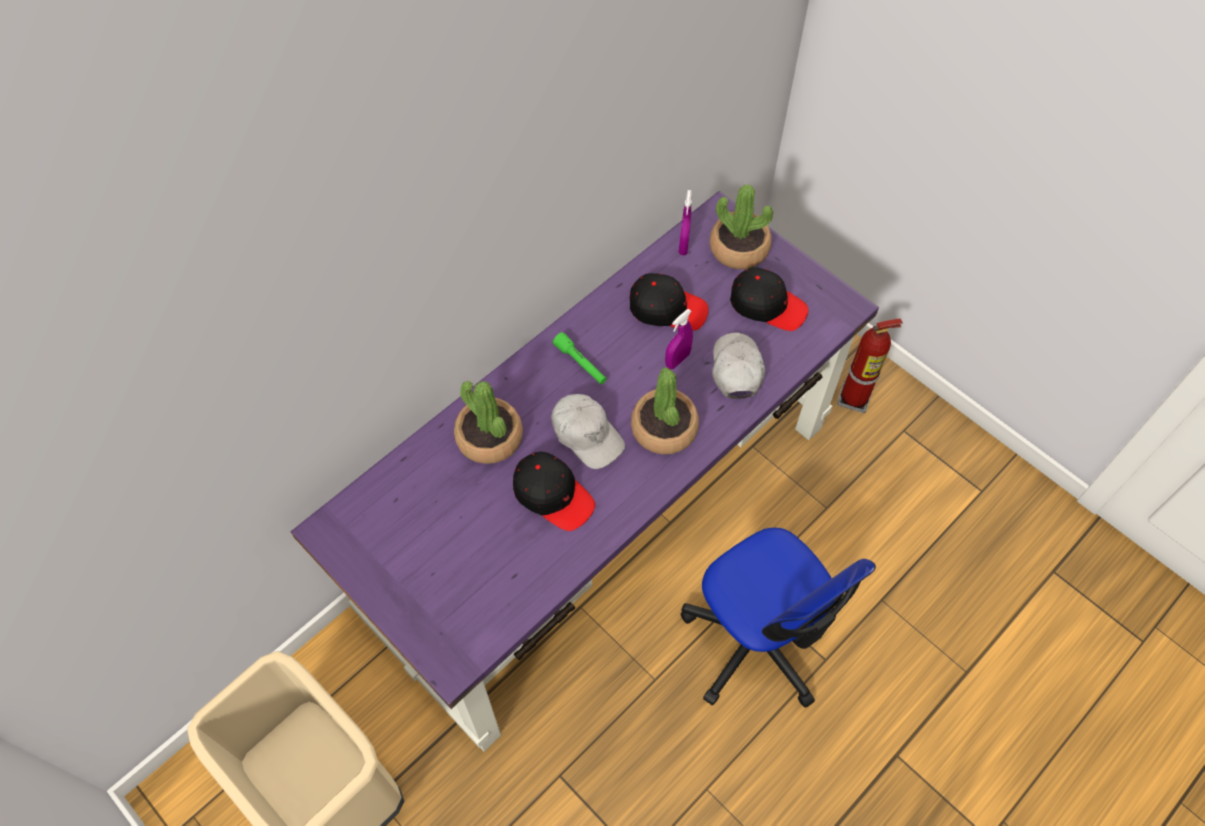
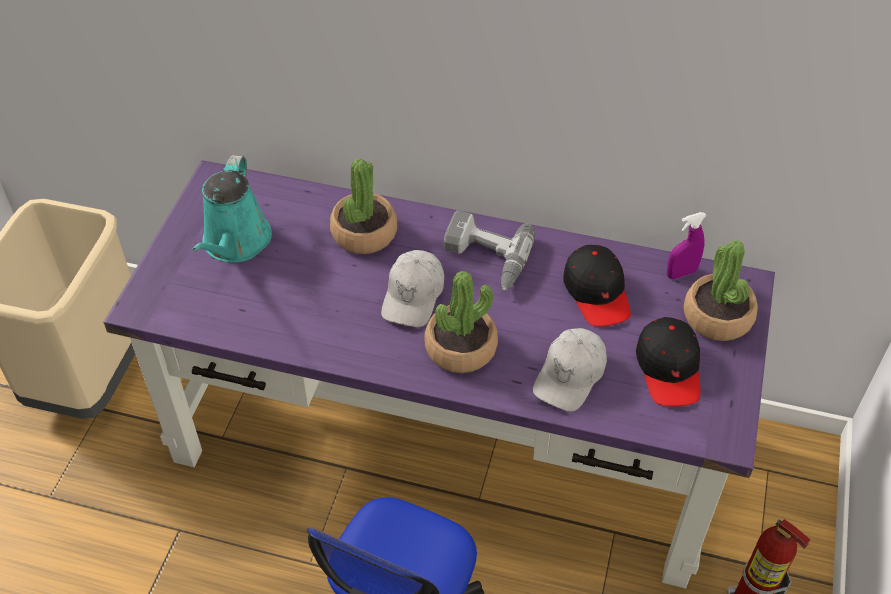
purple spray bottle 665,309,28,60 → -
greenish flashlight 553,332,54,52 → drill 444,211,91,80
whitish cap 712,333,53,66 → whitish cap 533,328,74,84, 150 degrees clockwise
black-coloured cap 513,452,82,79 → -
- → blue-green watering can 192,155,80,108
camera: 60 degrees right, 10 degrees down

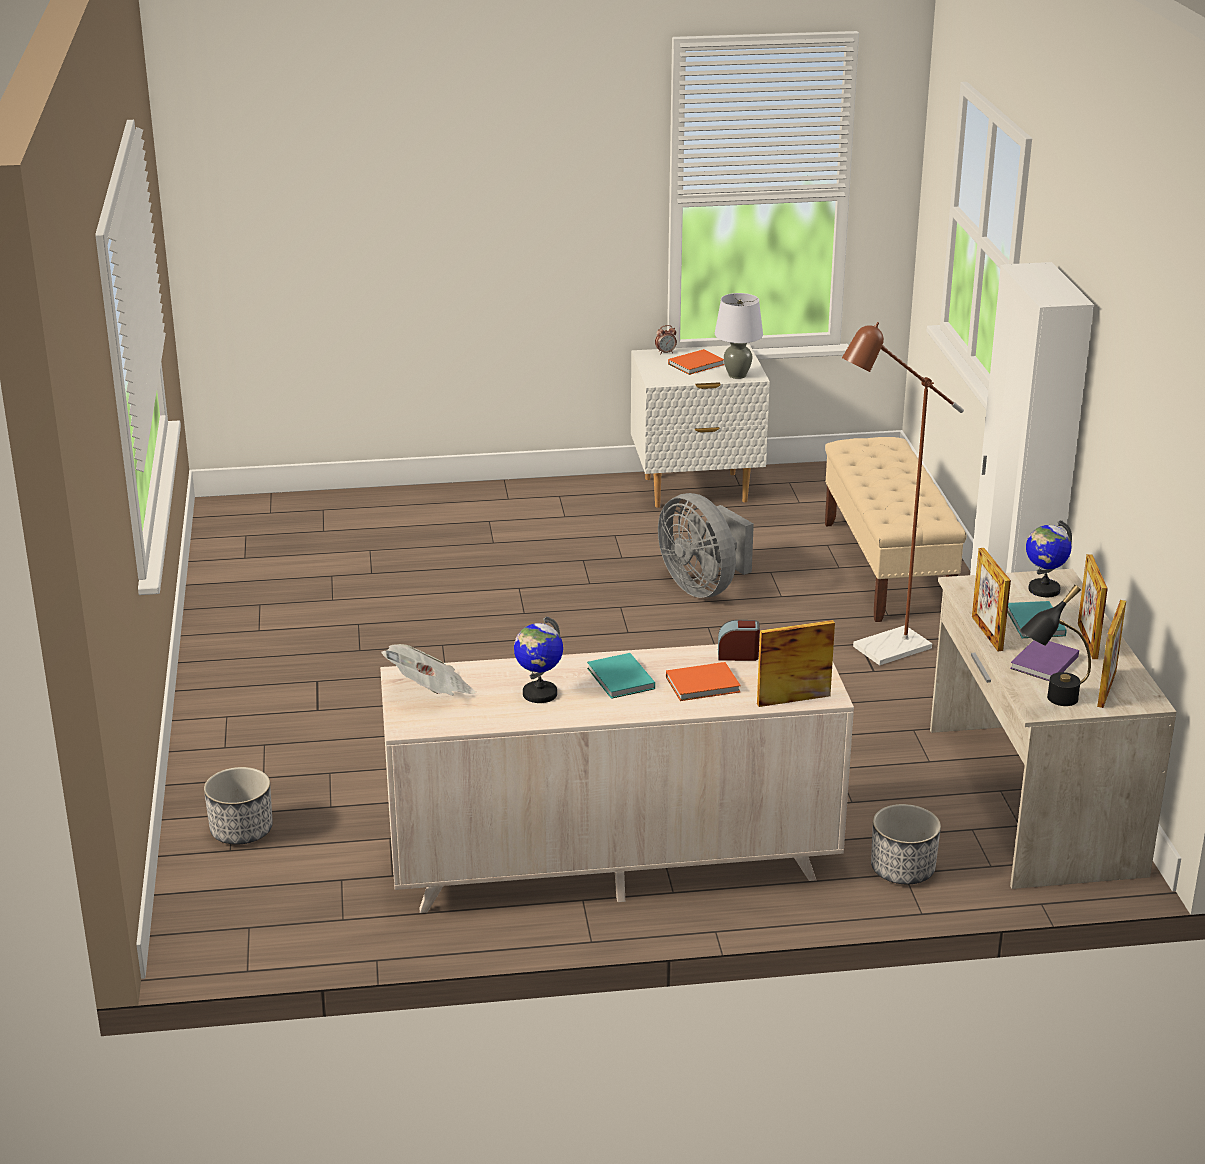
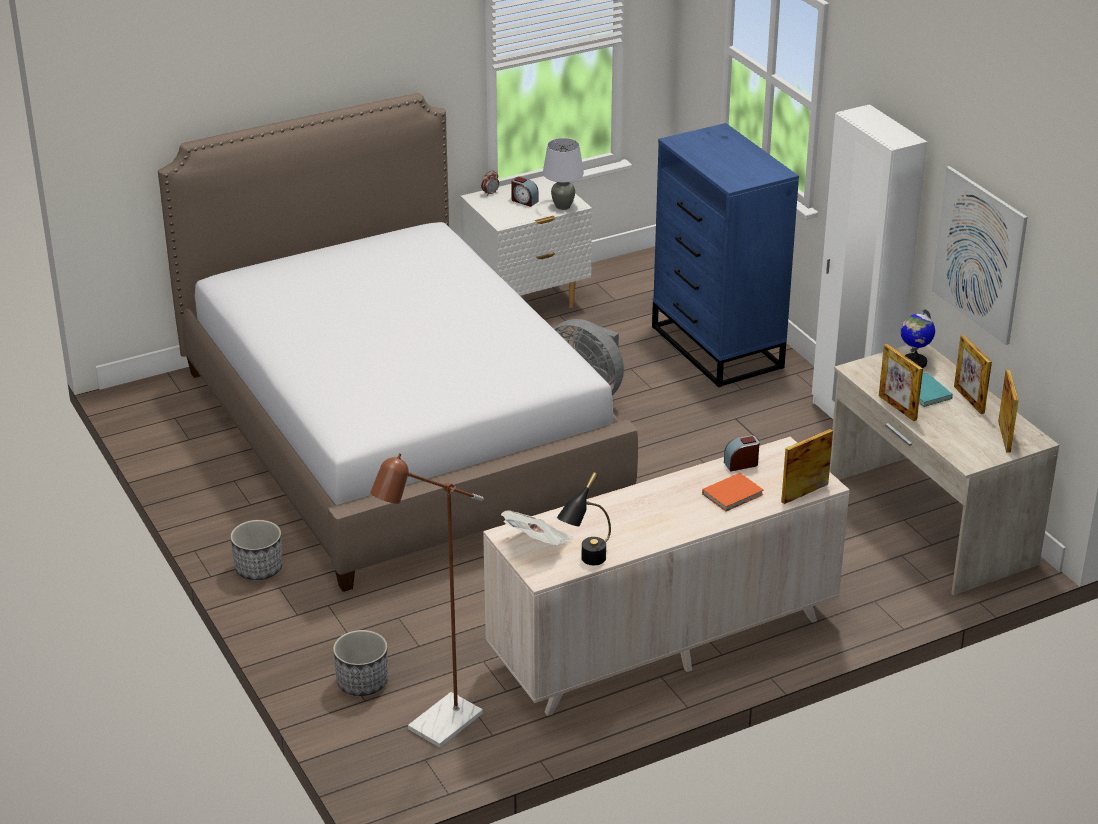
brown-coloured floor lamp 842,322,122,343 → brown-coloured floor lamp 370,453,114,295, shifted
orangey bound book 668,349,56,26 → alarm clock 511,177,28,30
beige long seat 825,437,142,185 → blue drawer chest 652,123,147,264
black-coloured lamp for a table 1019,585,72,121 → black-coloured lamp for a table 557,472,54,93, shifted
globe 514,617,49,86 → -
purple bound book 1010,640,69,41 → -
blue-green bound book 587,653,68,46 → -
planter 871,804,70,80 → planter 230,520,53,60, shifted
- → bed 158,93,480,499
- → picture 932,166,96,179
camera: 20 degrees left, 5 degrees up

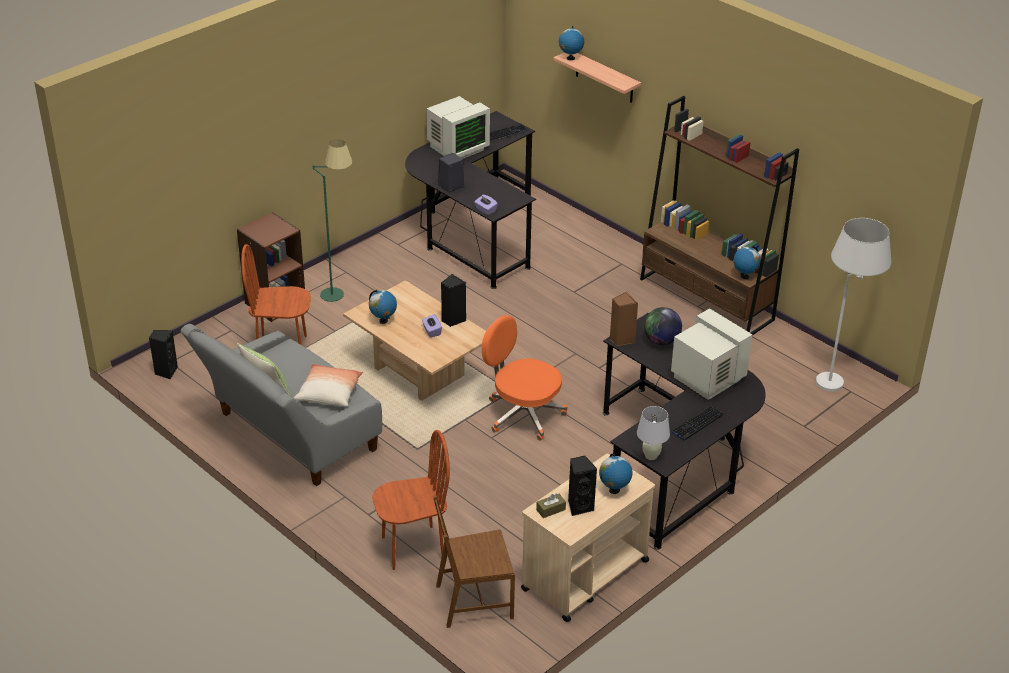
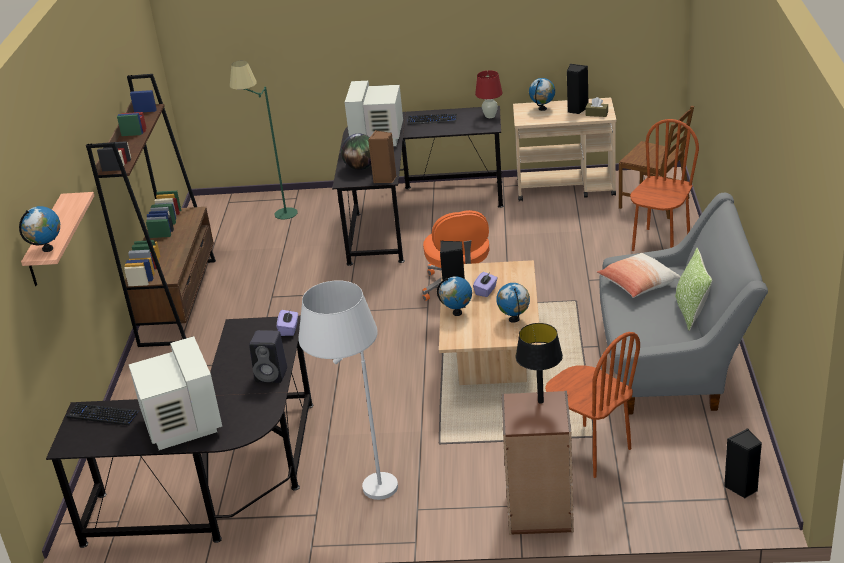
computer display 426,96,64,63 → computer display 129,336,93,114, 60 degrees clockwise
greenish floor lamp 313,139,39,163 → greenish floor lamp 230,61,68,158, shifted
whitish floor lamp 816,218,75,174 → whitish floor lamp 299,280,99,220, shifted
globe 733,246,28,33 → globe 437,276,35,40, shifted
whitish lamp for a table 637,406,33,54 → reddish lamp for a table 475,70,27,48
brown-coloured plain chair 372,430,78,140 → brown-coloured plain chair 630,119,69,132, 90 degrees clockwise
- → black-coloured lamp for a table 515,323,48,81
camera: 130 degrees left, 5 degrees down

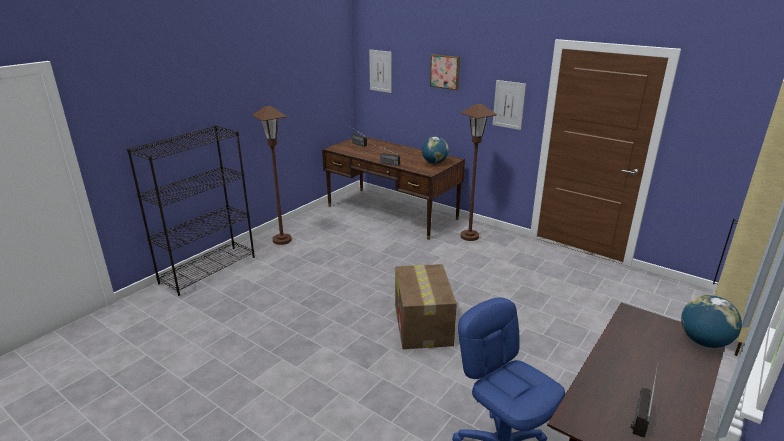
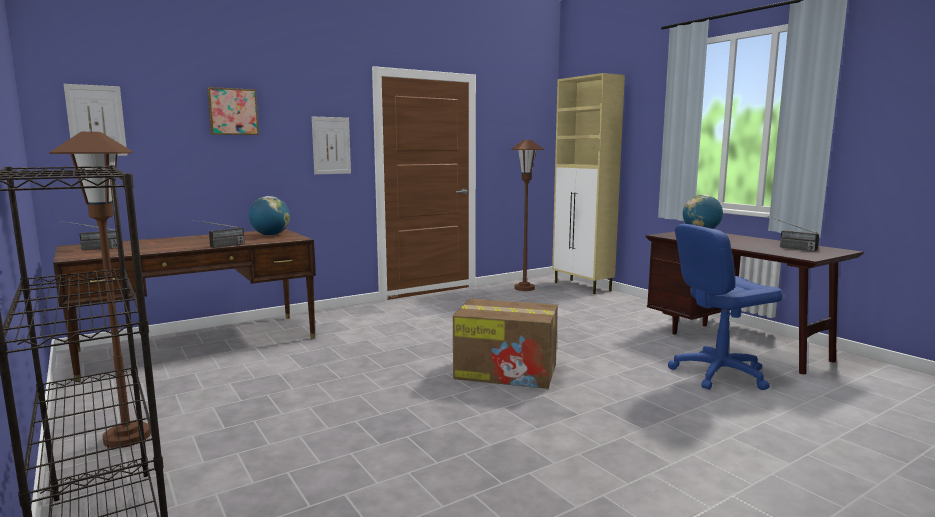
brown-coloured floor lamp 461,104,36,137 → brown-coloured floor lamp 511,140,33,151, shifted
camera: 70 degrees left, 15 degrees down

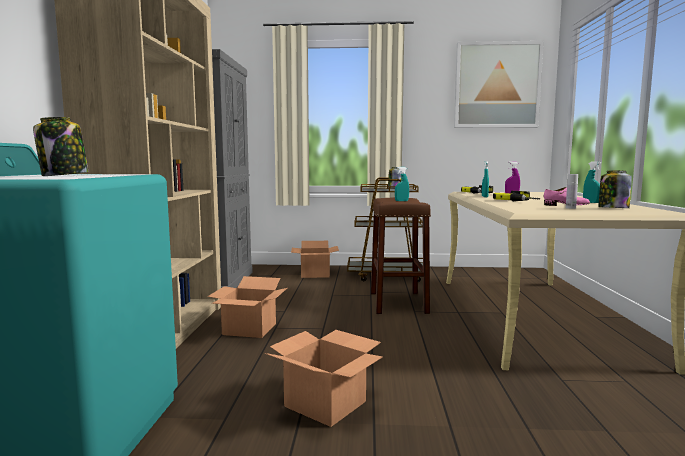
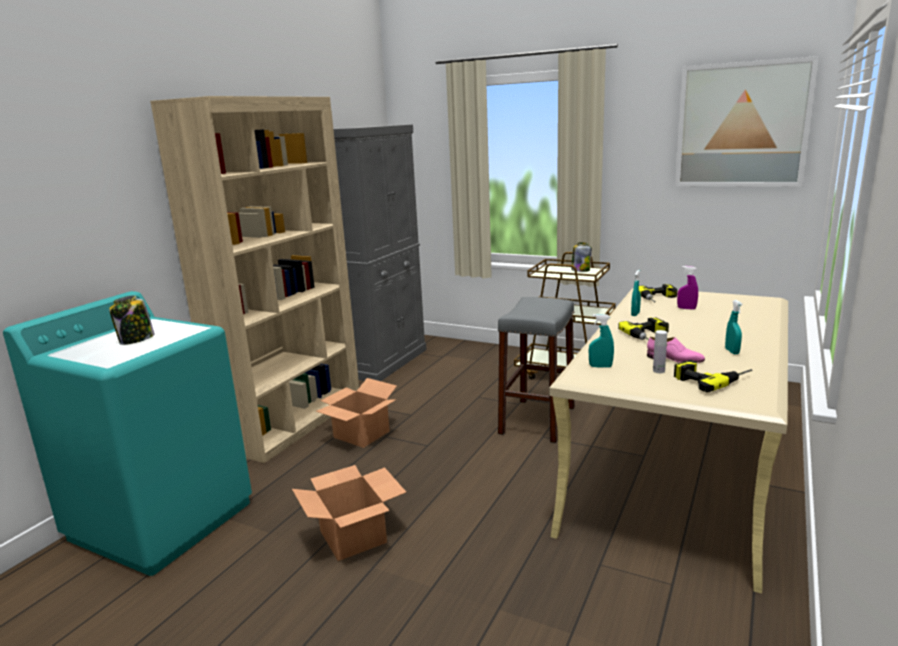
blue-green spray bottle 395,167,14,34 → blue-green spray bottle 589,314,25,54, shifted
preserve jar 598,170,34,38 → drill 674,360,78,33
brown-coloured sitting stool 371,198,60,116 → gray sitting stool 498,297,77,146
carton 291,241,48,37 → -
camera: 25 degrees right, 10 degrees up

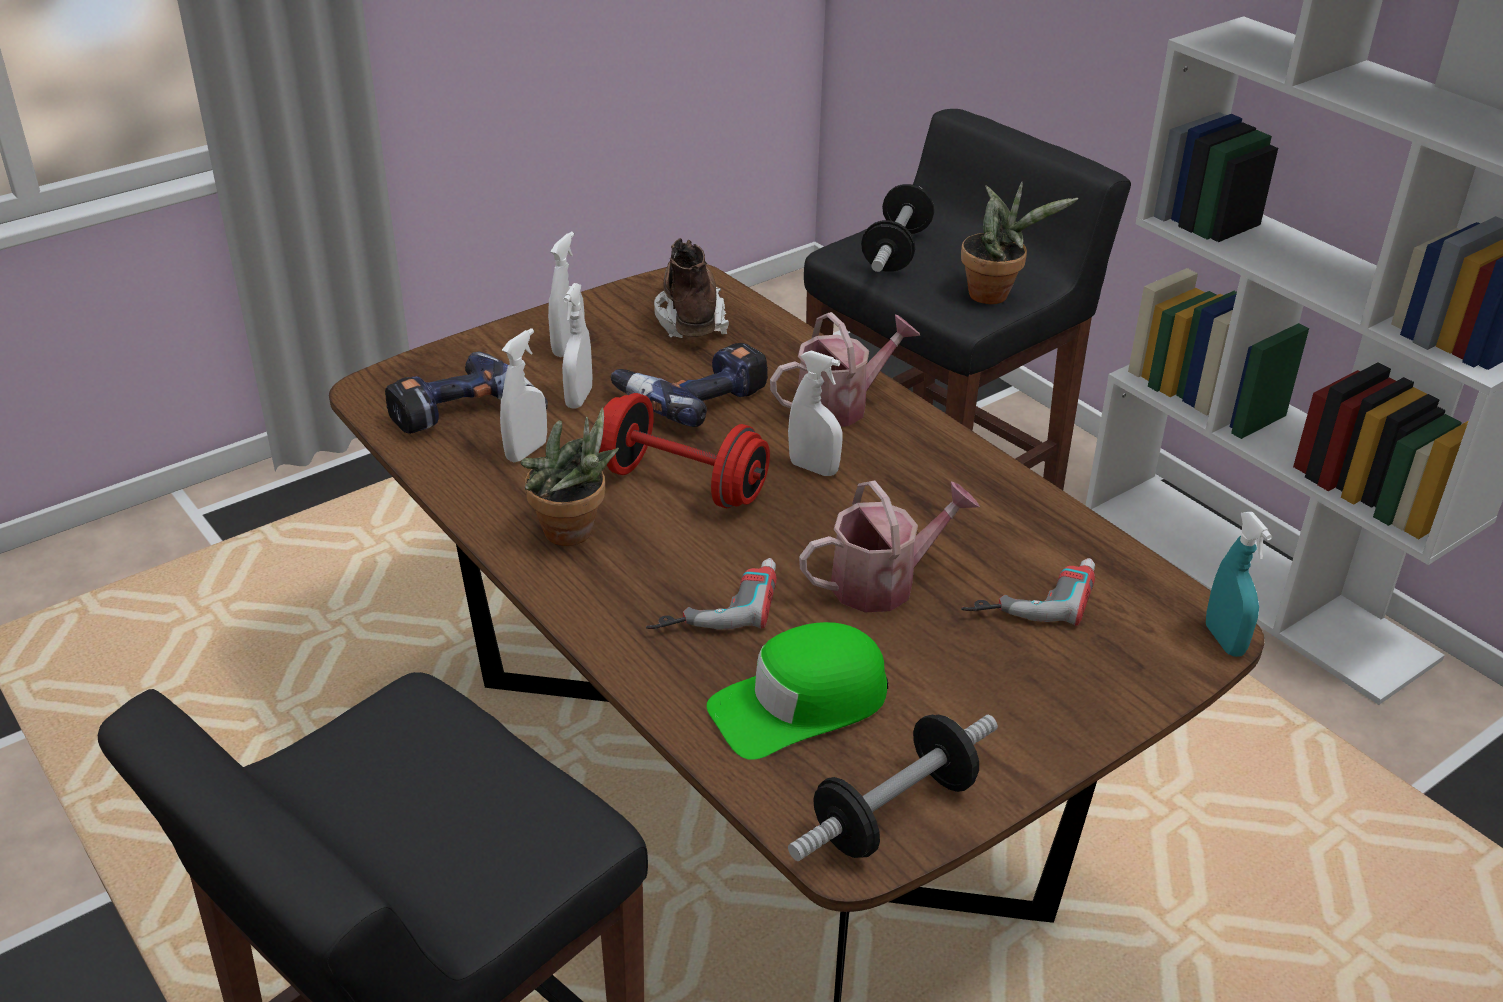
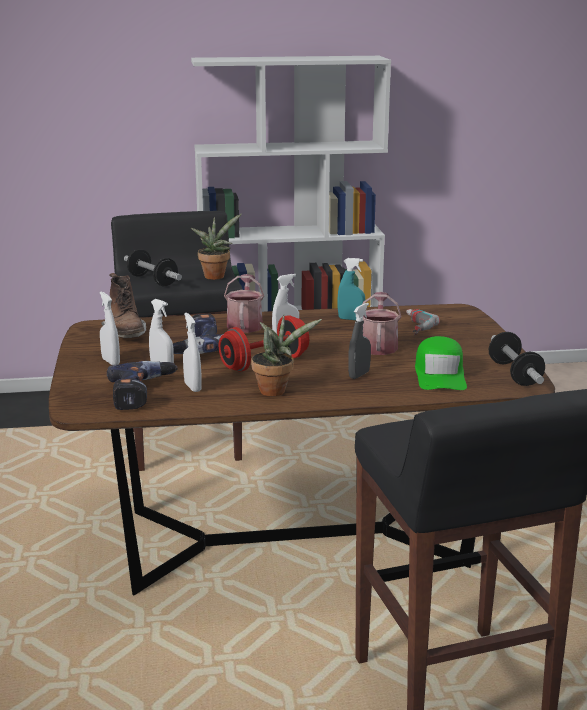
brown-coloured boot 654,238,75,100 → brown-coloured boot 101,273,45,65, 135 degrees counterclockwise
blue-green spray bottle 1206,512,66,145 → blue-green spray bottle 337,258,28,62, shifted
drill 646,558,131,72 → gray spray bottle 348,303,23,76
camera: 60 degrees left, 15 degrees down

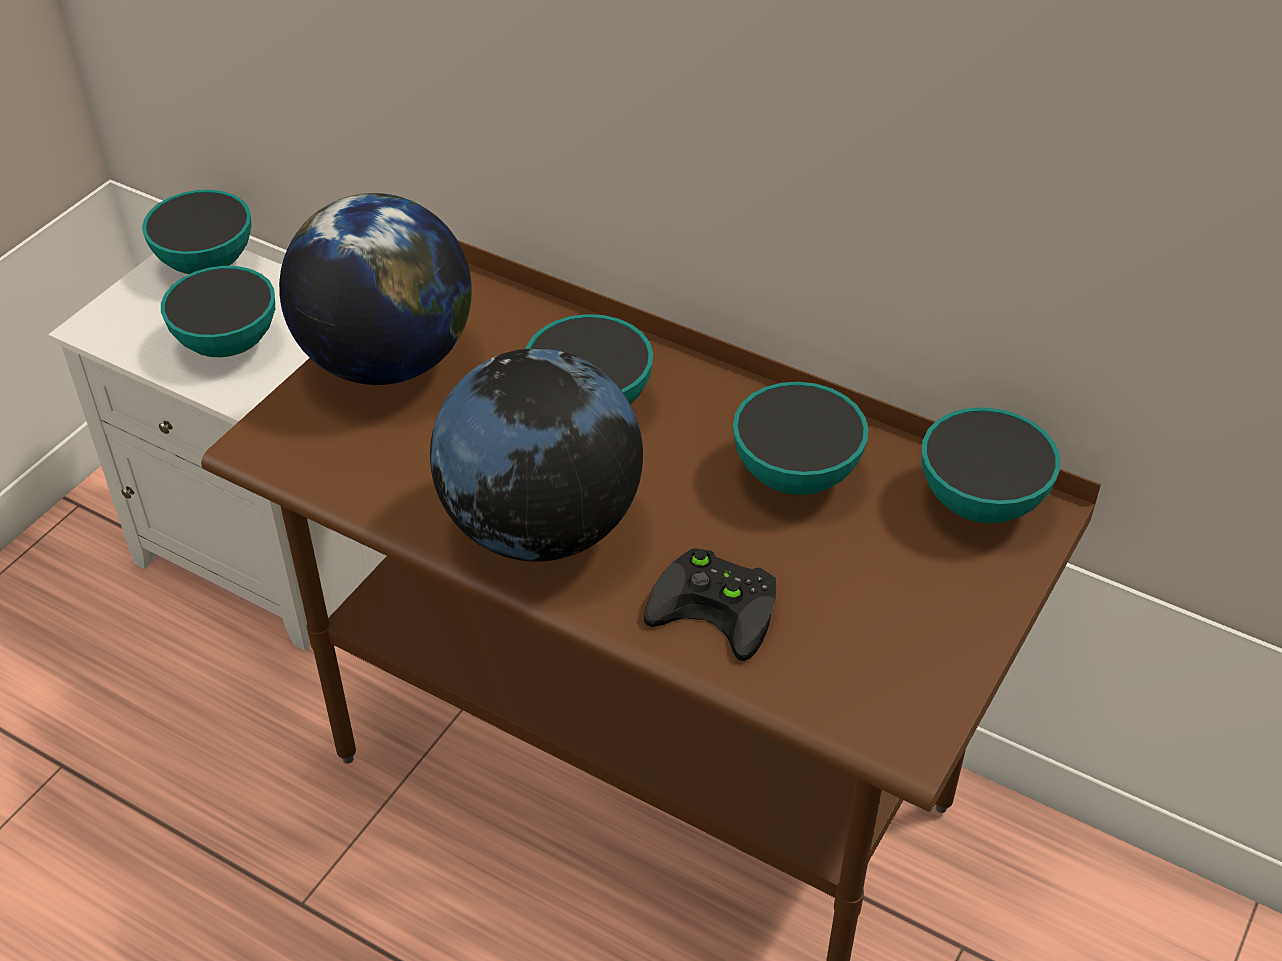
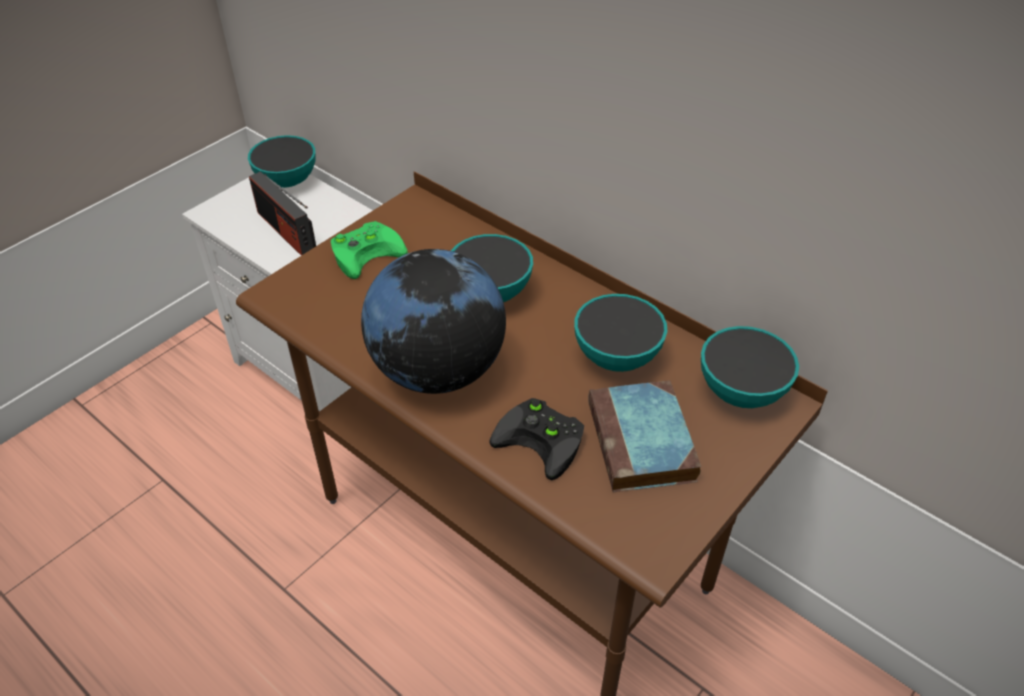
globe 279,193,193,192 → greenish game controller 331,221,77,58
serving bowl 161,266,114,91 → radio receiver 249,171,67,85
- → bound book 588,381,113,111
camera: 10 degrees right, 0 degrees up

